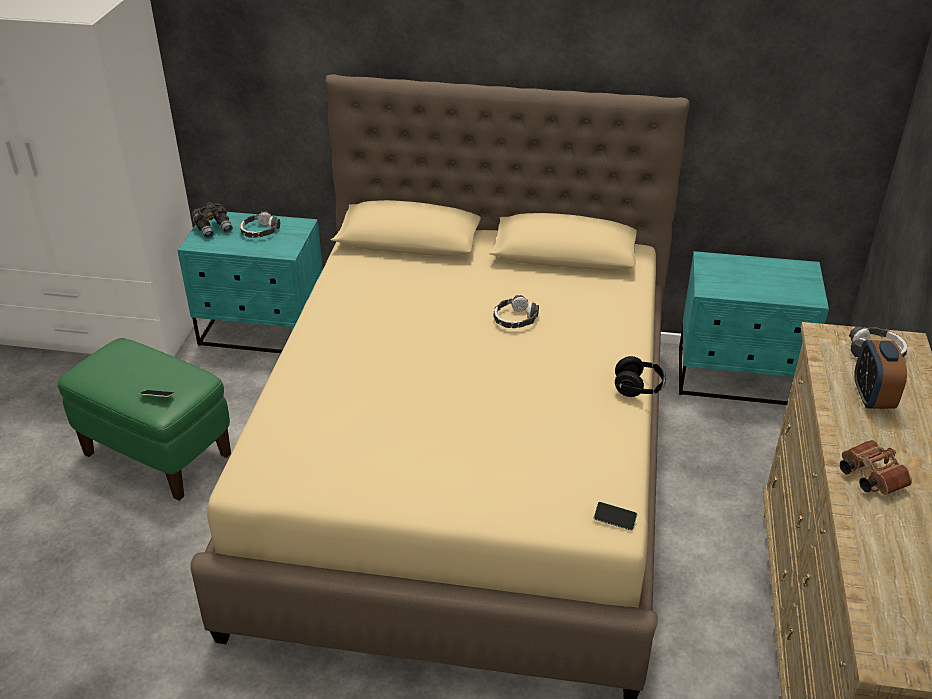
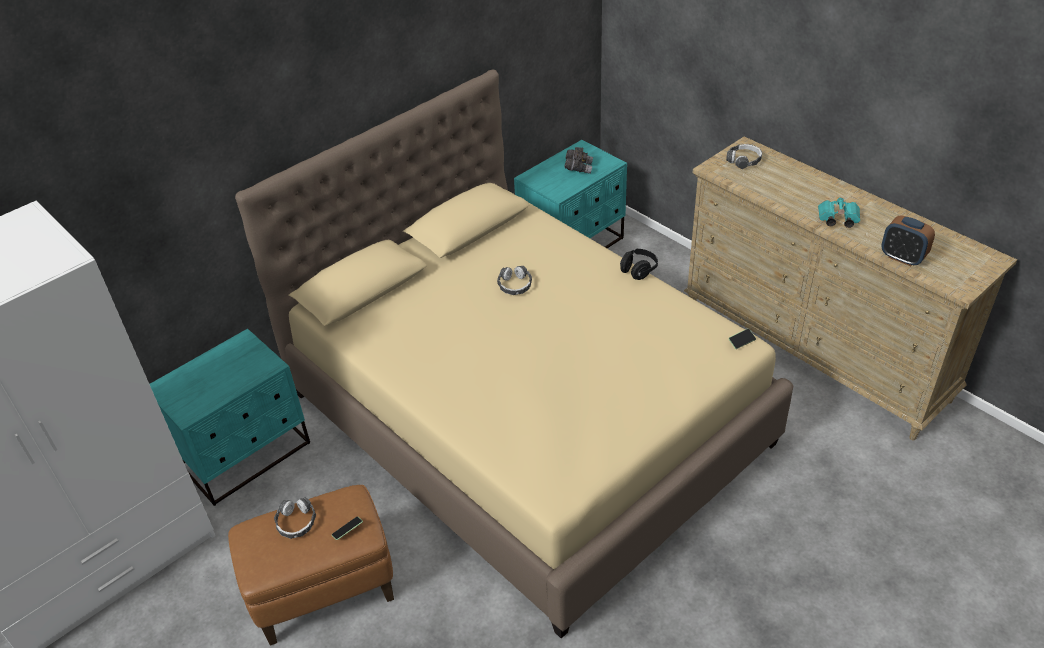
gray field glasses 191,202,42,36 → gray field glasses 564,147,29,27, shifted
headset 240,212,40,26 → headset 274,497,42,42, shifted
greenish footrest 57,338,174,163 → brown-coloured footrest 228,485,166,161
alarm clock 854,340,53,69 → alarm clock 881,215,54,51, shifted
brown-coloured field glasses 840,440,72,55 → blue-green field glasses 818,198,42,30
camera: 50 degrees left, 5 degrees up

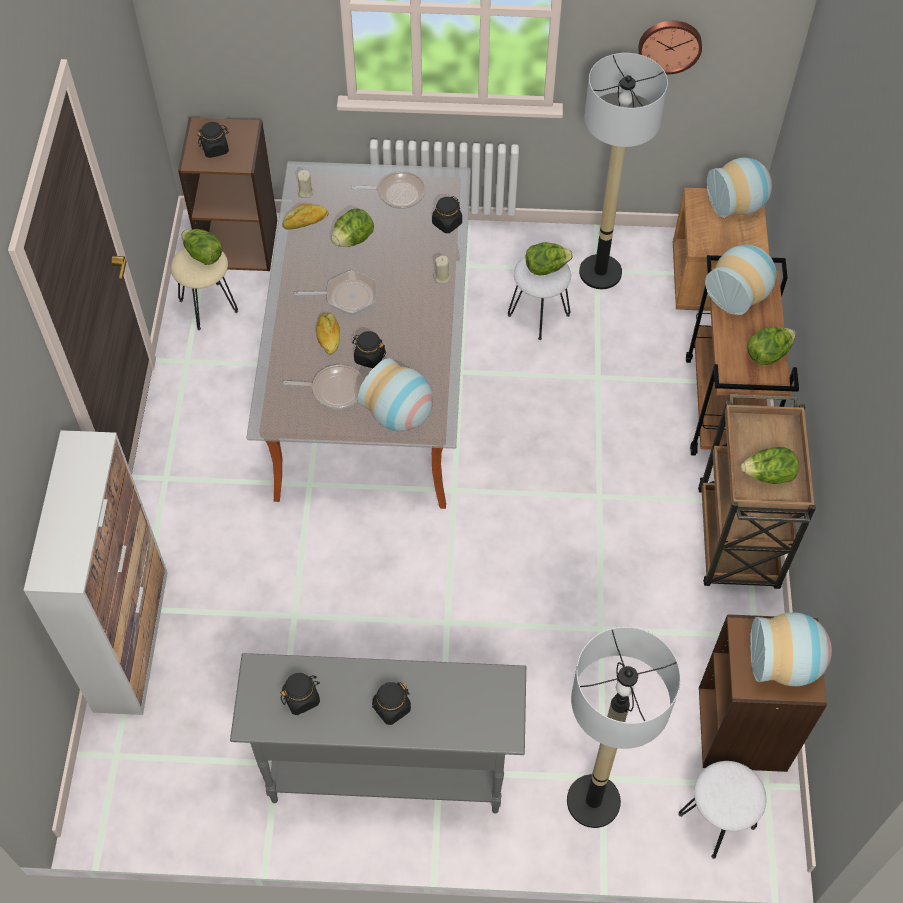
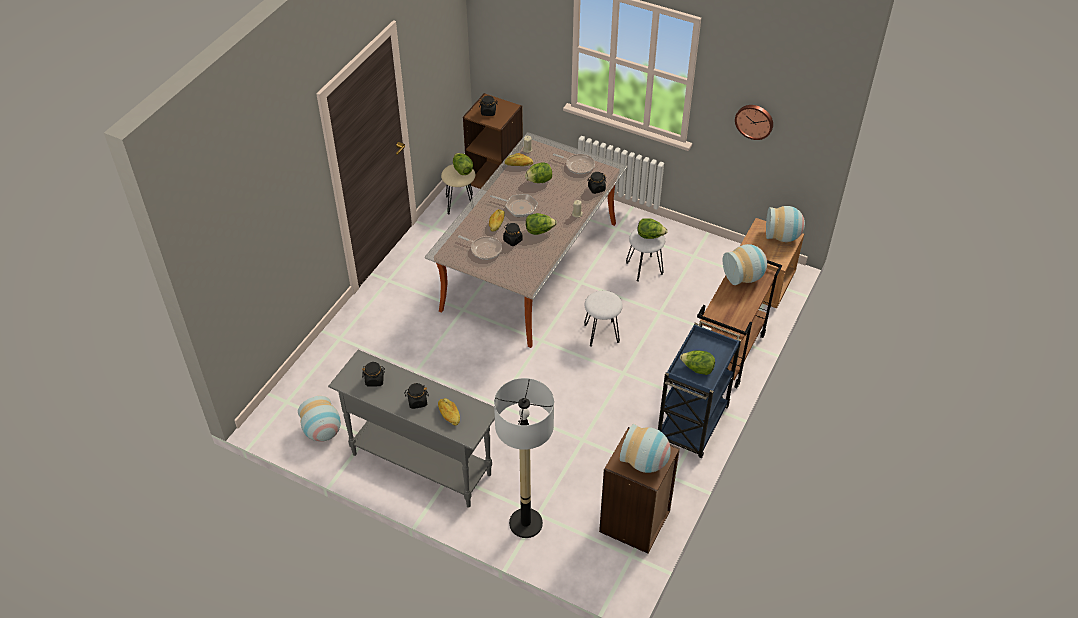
floor lamp 579,53,89,236 → -
head of lettuce 747,327,49,38 → head of lettuce 526,213,31,22, shifted
flower vase 358,358,75,73 → flower vase 298,396,43,46, shifted
brown-coloured wheeled cart 698,394,118,195 → blue wheeled cart 658,321,83,137
cupboard 23,430,145,285 → -
whitish sitting stool 678,761,88,98 → whitish sitting stool 584,291,39,56, shifted
- → baked bread 438,398,22,28
camera: 25 degrees right, 10 degrees down

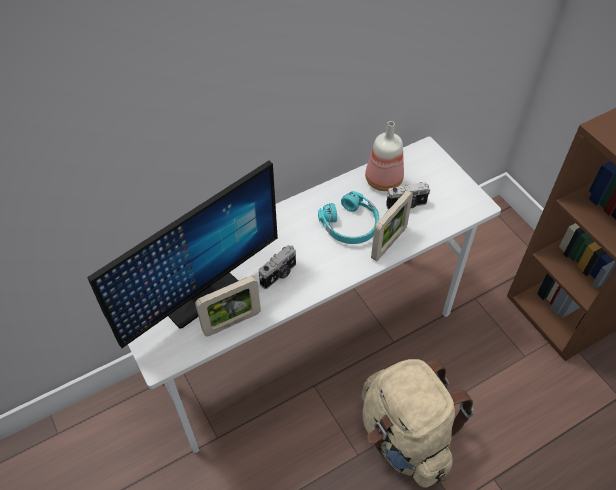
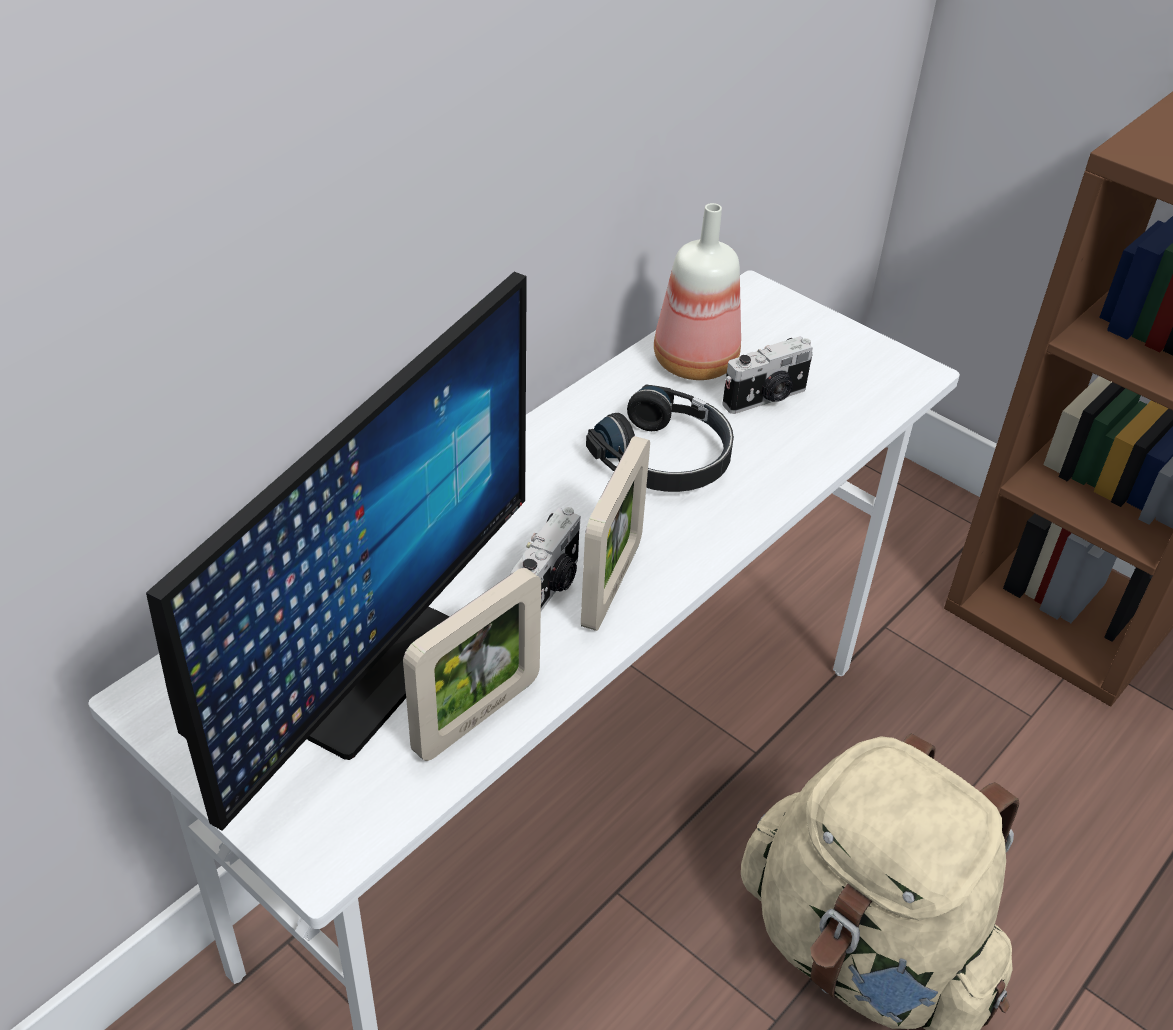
picture frame 371,190,42,71 → picture frame 581,436,69,195, shifted
blue-green headset 318,191,61,53 → black-coloured headset 586,385,148,107
camera: 20 degrees left, 10 degrees down

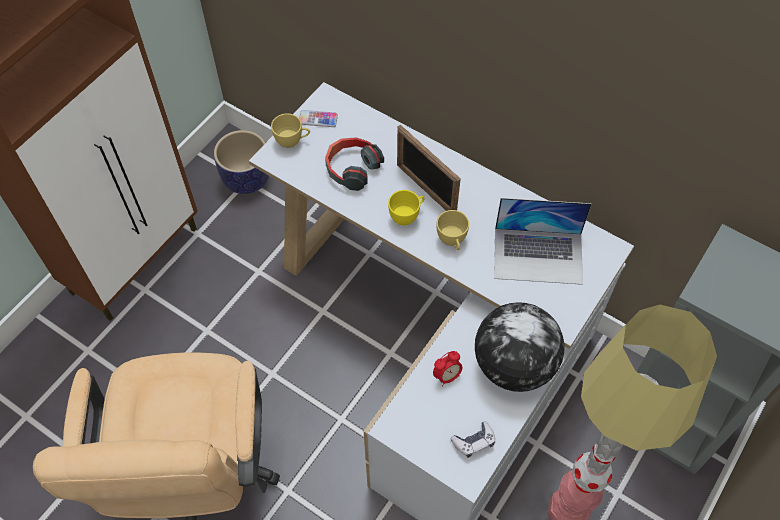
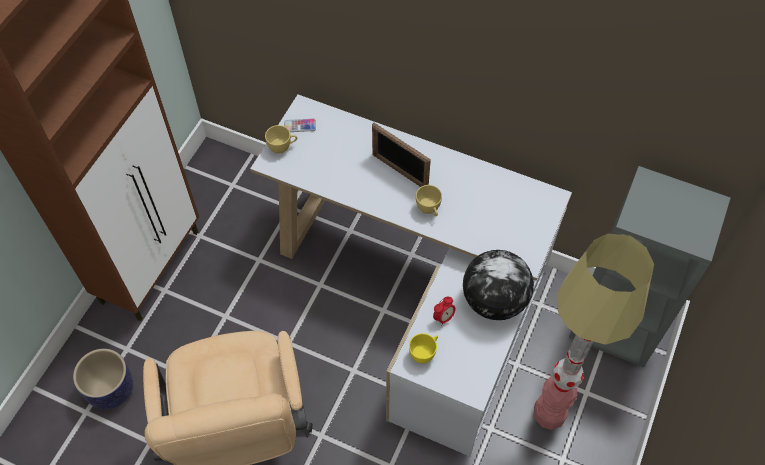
planter 214,130,55,64 → planter 73,348,61,61, shifted
headset 325,137,59,54 → -
yellow-coloured cup 388,190,37,36 → yellow-coloured cup 409,333,29,31, shifted
portable computer 494,198,97,87 → -
game controller 451,421,44,37 → -
camera: 10 degrees left, 0 degrees up

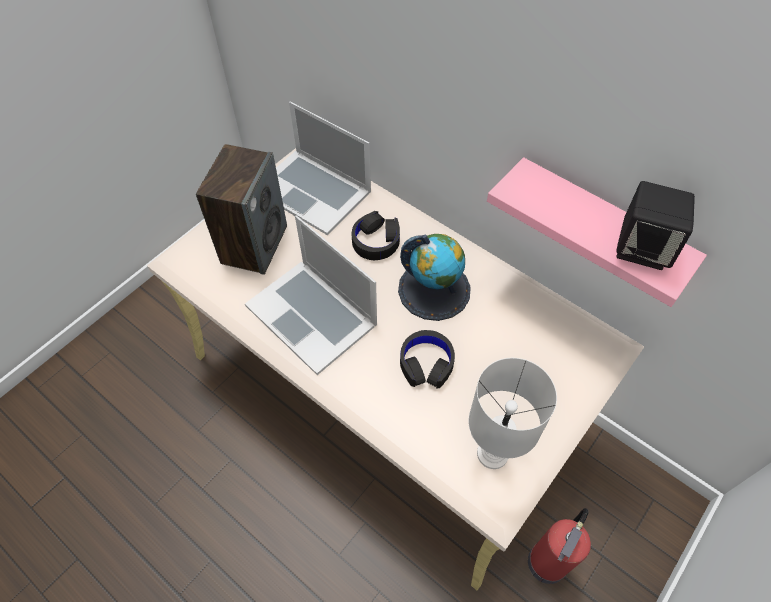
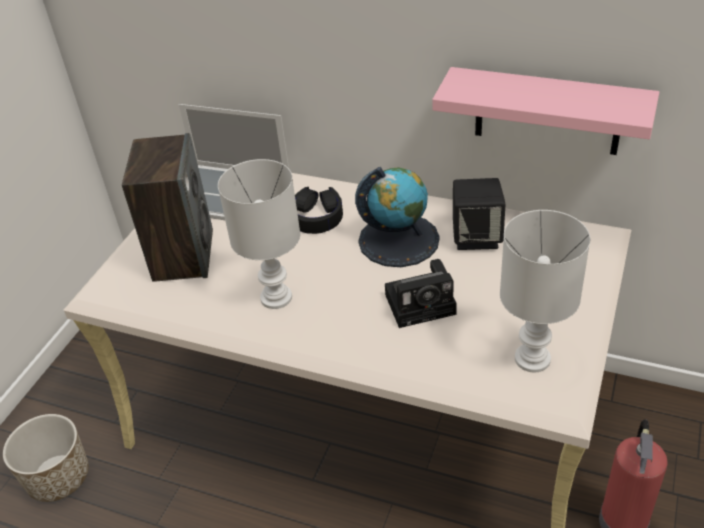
black-coloured speaker 616,181,79,89 → black-coloured speaker 453,178,52,72, shifted
portable computer 245,216,132,159 → whitish lamp for a table 218,159,82,150
black-coloured headset 400,330,55,59 → still camera 385,259,72,69
- → planter 3,414,86,88
camera: 15 degrees left, 15 degrees down

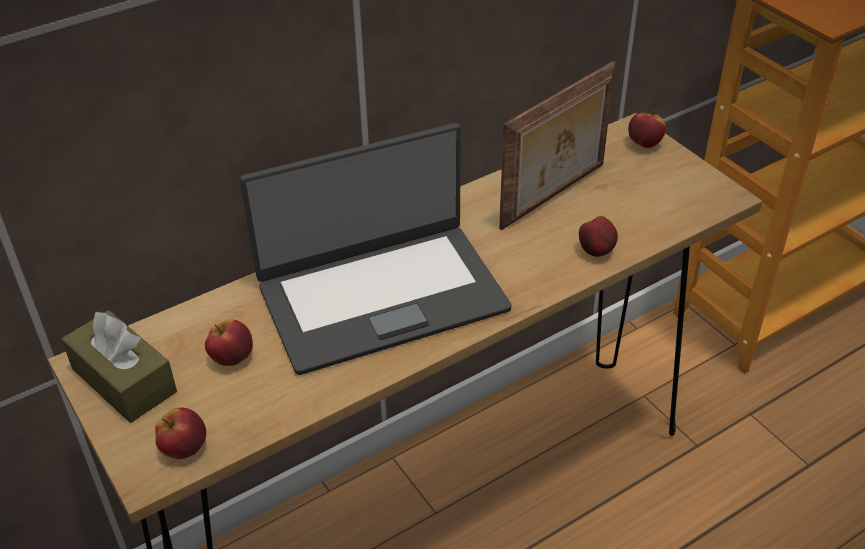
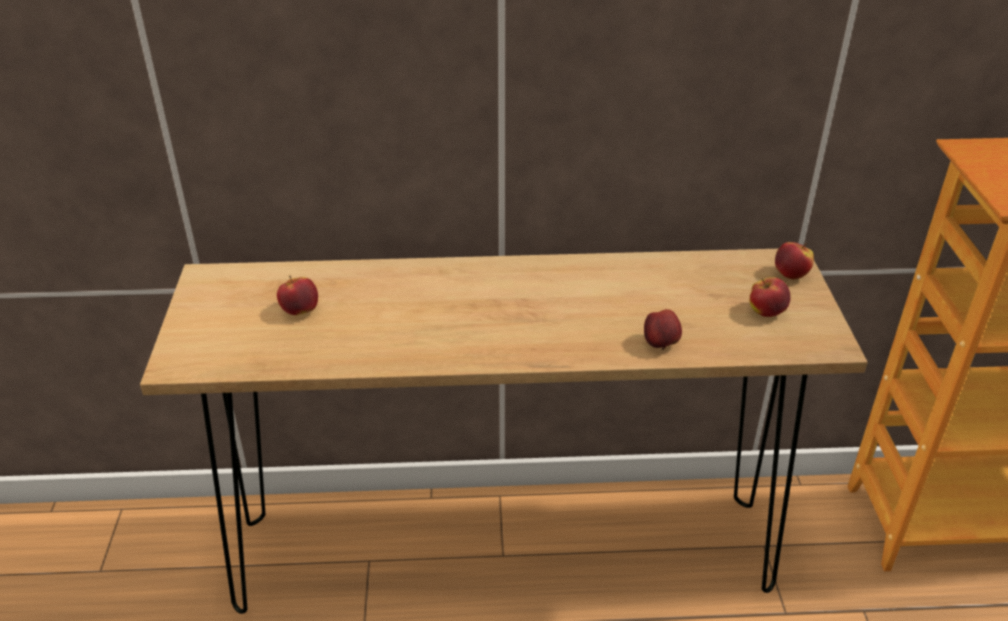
picture frame 499,61,117,169 → -
portable computer 240,123,272,252 → -
brown-coloured box of tissues 61,310,116,113 → -
whole apple 155,407,51,52 → whole apple 749,277,42,40, shifted
camera: 30 degrees right, 5 degrees down

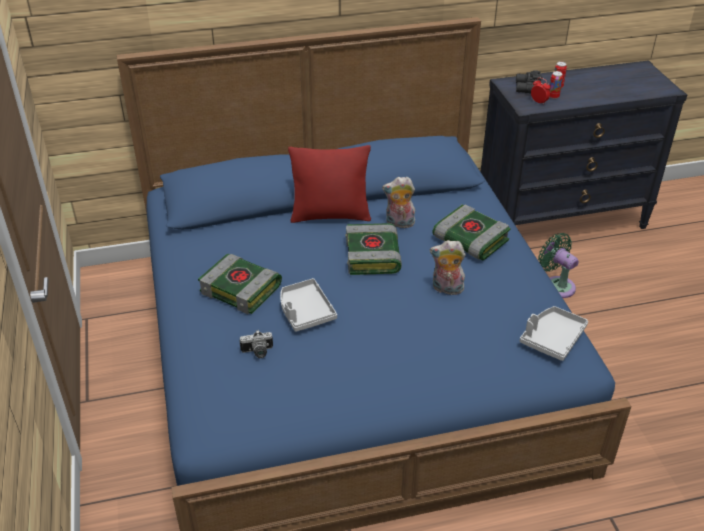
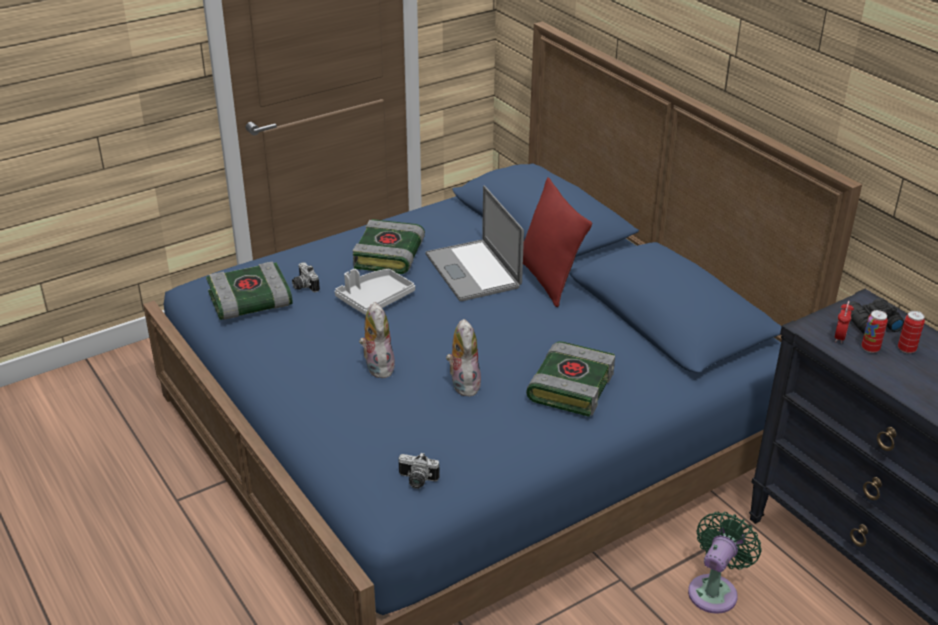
soft toy 382,177,33,51 → soft toy 359,302,36,76, shifted
bound book 345,223,57,52 → bound book 206,262,87,58, shifted
gray tray 520,306,68,55 → still camera 398,452,42,37
- → portable computer 425,185,99,116
camera: 70 degrees right, 5 degrees down

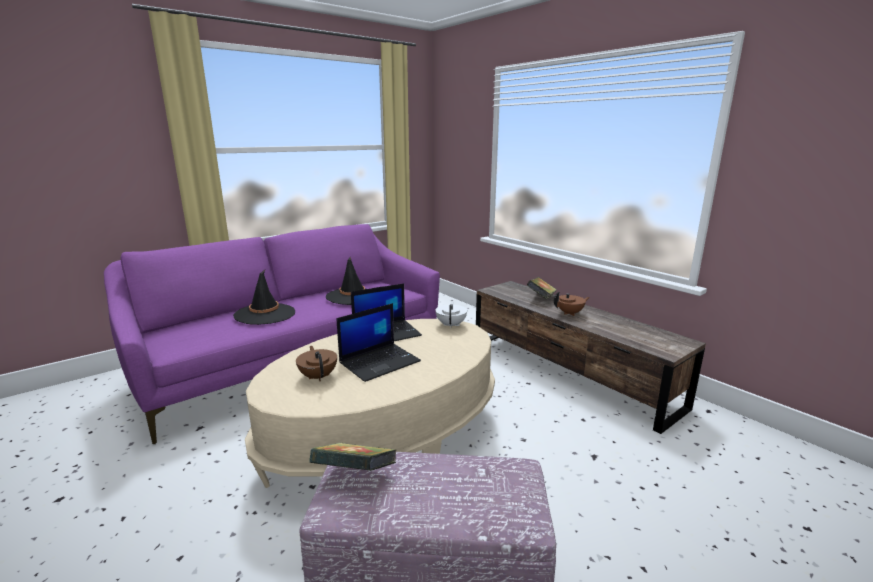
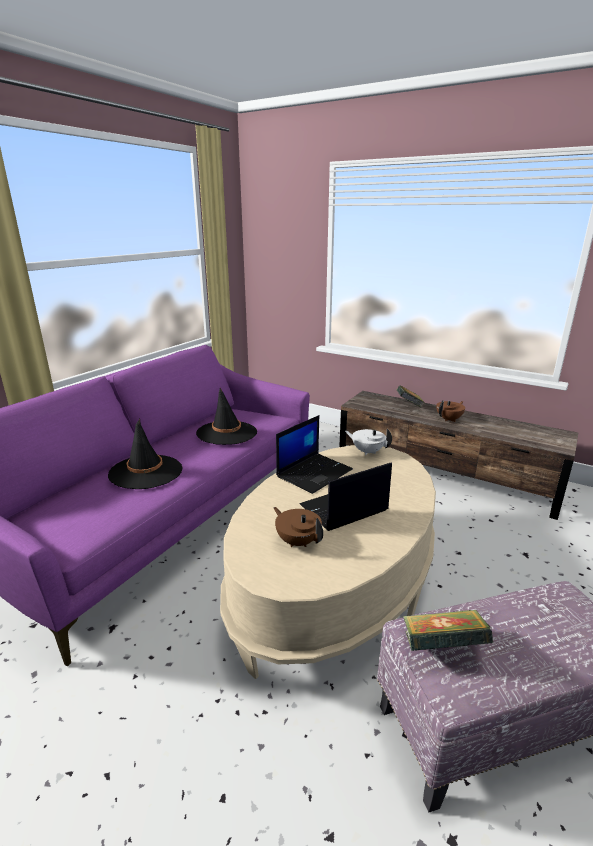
whitish pot for tea 435,302,32,26 → whitish pot for tea 345,429,47,26, 45 degrees counterclockwise
portable computer 336,303,85,79 → portable computer 299,462,93,69, 150 degrees counterclockwise
camera: 20 degrees left, 5 degrees up

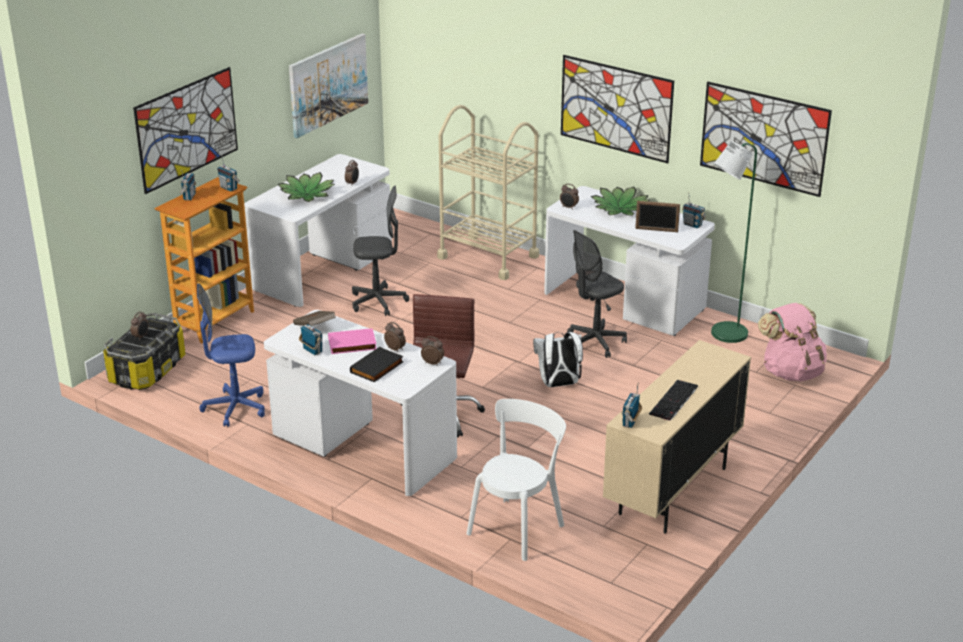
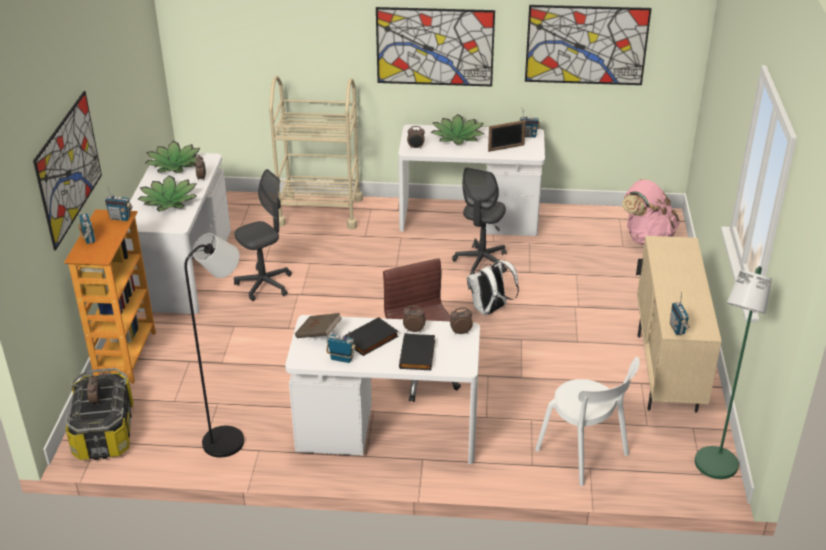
picture 289,34,79,104 → -
greenish floor lamp 711,141,46,202 → greenish floor lamp 695,266,77,213, shifted
blue computer chair 197,283,68,144 → black-coloured floor lamp 184,233,60,224
pink-coloured bound book 328,328,49,26 → black-coloured bound book 343,317,56,39
keyboard 649,380,49,41 → -
whitish plain chair 467,399,99,162 → whitish plain chair 535,357,105,129, 135 degrees clockwise
- → houseplant 145,141,55,32
camera: 30 degrees left, 5 degrees up

